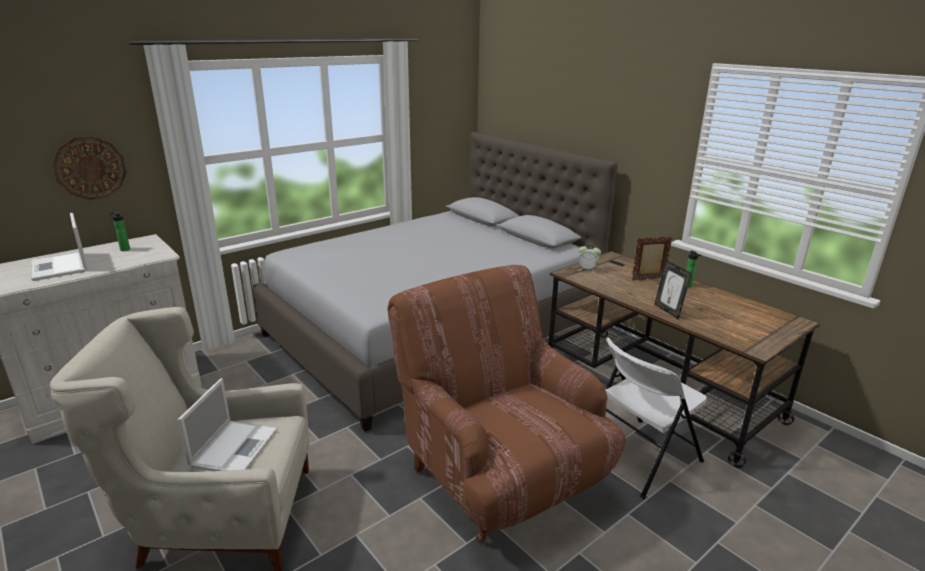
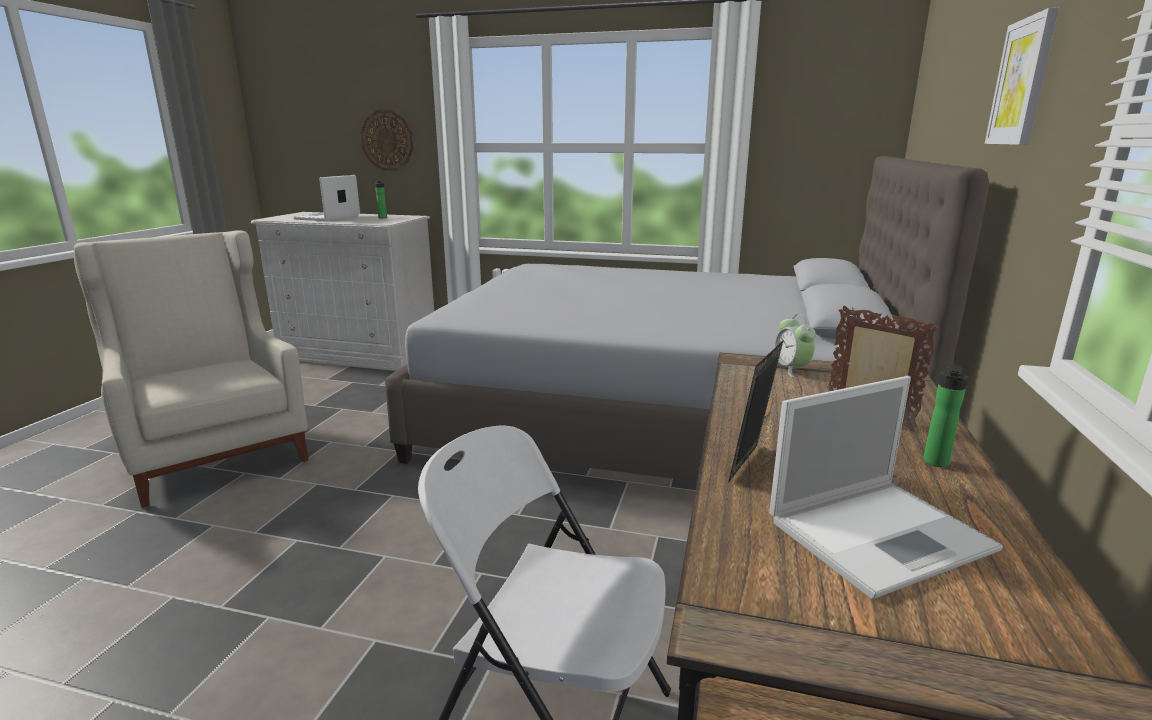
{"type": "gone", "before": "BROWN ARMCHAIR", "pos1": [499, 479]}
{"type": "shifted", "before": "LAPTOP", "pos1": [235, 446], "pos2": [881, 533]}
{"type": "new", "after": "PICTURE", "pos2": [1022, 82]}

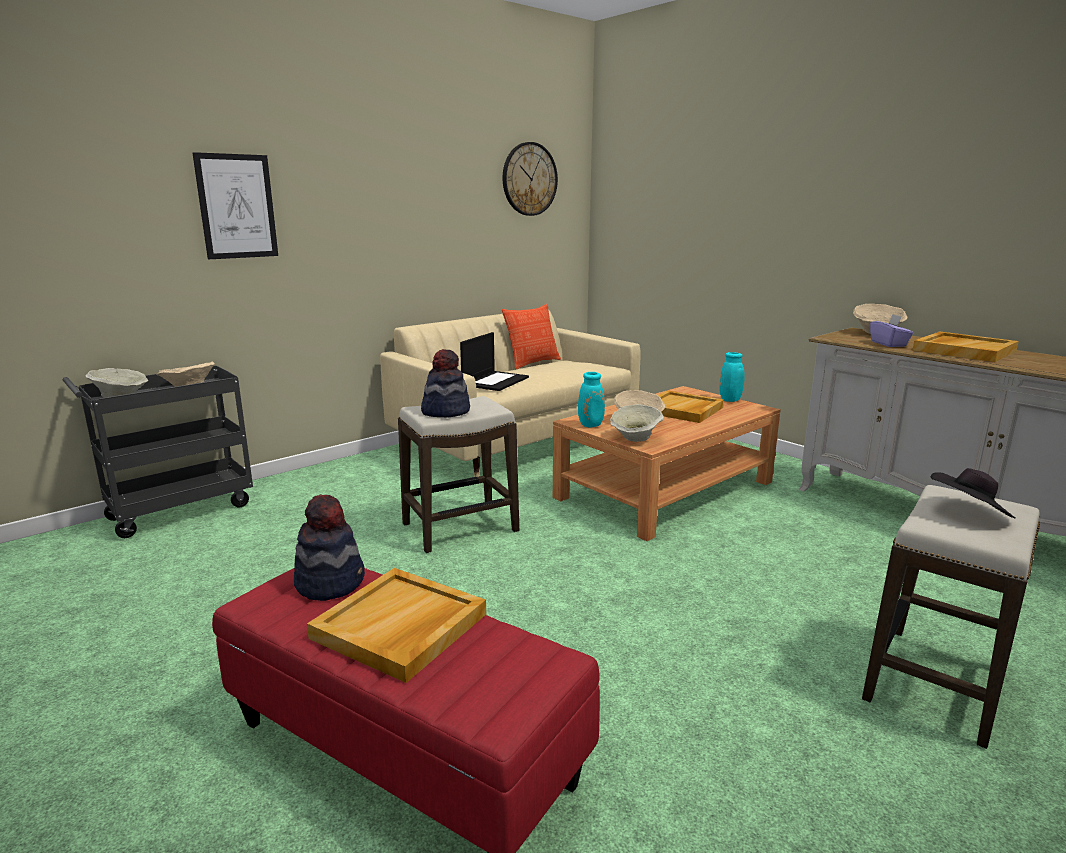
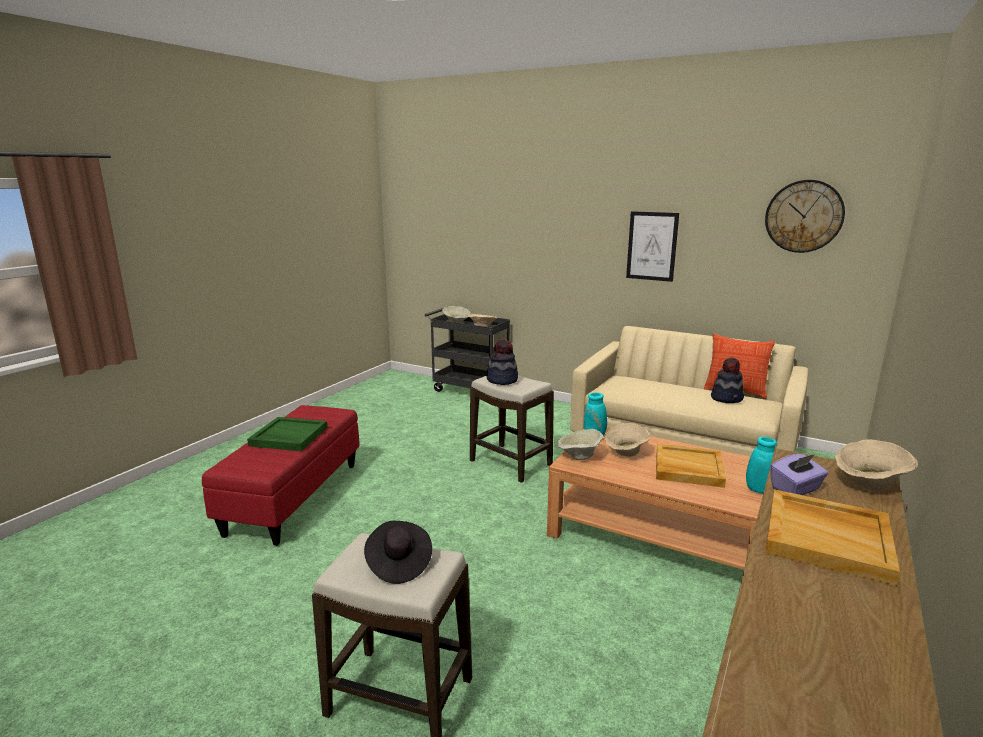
{"type": "shifted", "before": "PICTURE", "pos1": [237, 206], "pos2": [652, 246]}
{"type": "gone", "before": "LAPTOP", "pos1": [495, 381]}
{"type": "shifted", "before": "HAT", "pos1": [330, 582], "pos2": [727, 398]}
{"type": "repainted", "before": "BEIGE TRAY", "after": "GREEN TRAY", "pos1": [400, 627], "pos2": [288, 437]}

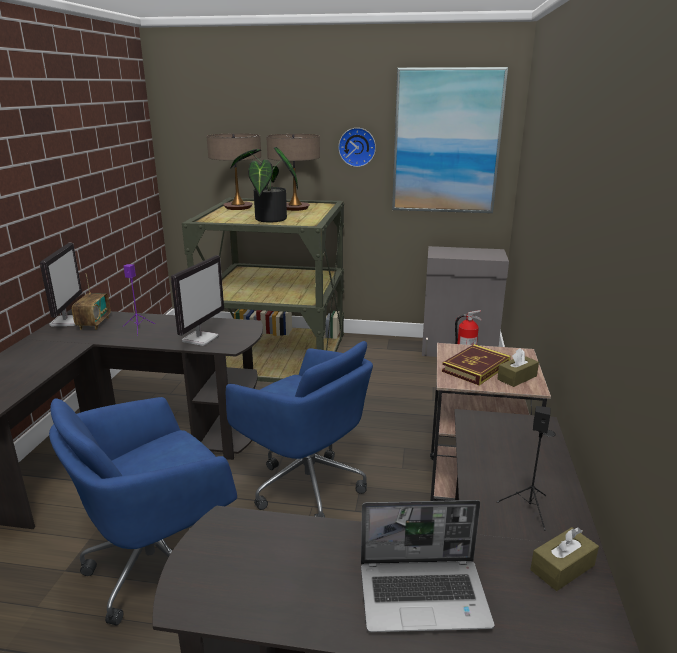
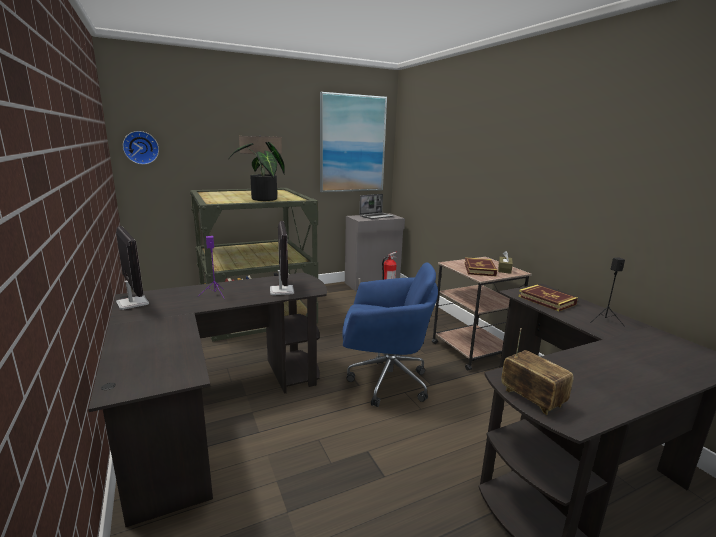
{"type": "shifted", "before": "WALL CLOCK", "pos1": [357, 147], "pos2": [141, 147]}
{"type": "gone", "before": "TABLE LAMP", "pos1": [238, 207]}
{"type": "shifted", "before": "RADIO", "pos1": [94, 323], "pos2": [532, 399]}
{"type": "gone", "before": "BLUE OFFICE CHAIR", "pos1": [160, 566]}
{"type": "shifted", "before": "LAPTOP", "pos1": [424, 595], "pos2": [376, 216]}
{"type": "gone", "before": "BROWN TISSUE BOX", "pos1": [562, 568]}
{"type": "new", "after": "BOOK", "pos2": [546, 300]}

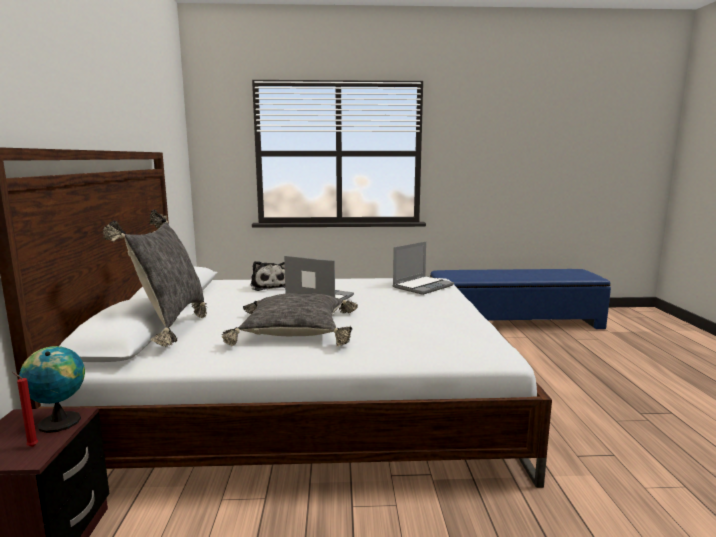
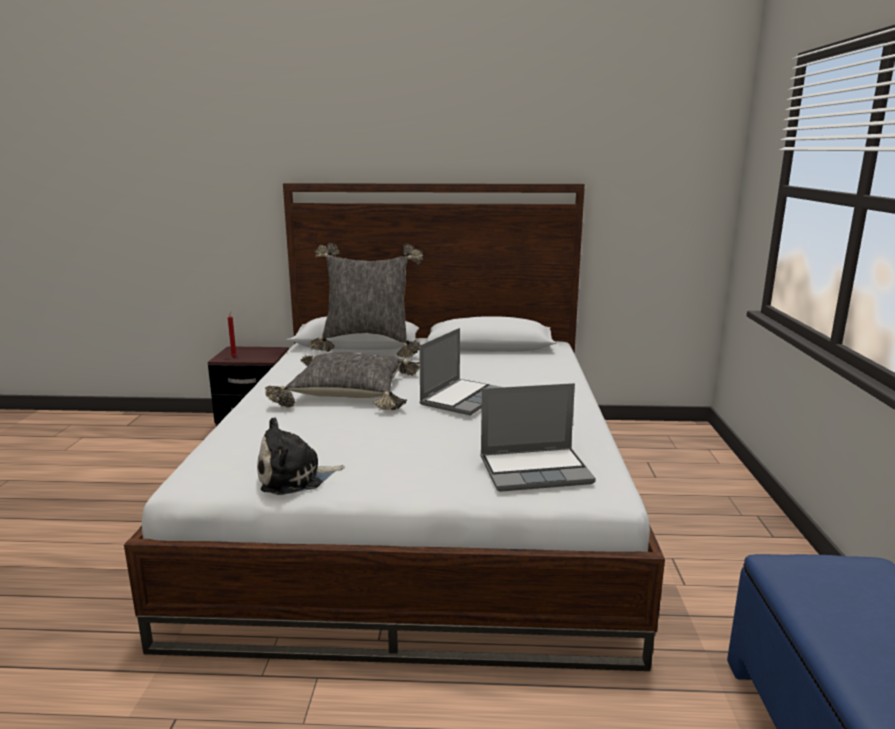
{"type": "rotated", "before": "LAPTOP", "pos1": [423, 286], "pos2": [536, 470], "turn": -60}
{"type": "shifted", "before": "PLUSH TOY", "pos1": [268, 286], "pos2": [295, 478]}
{"type": "gone", "before": "GLOBE", "pos1": [59, 421]}

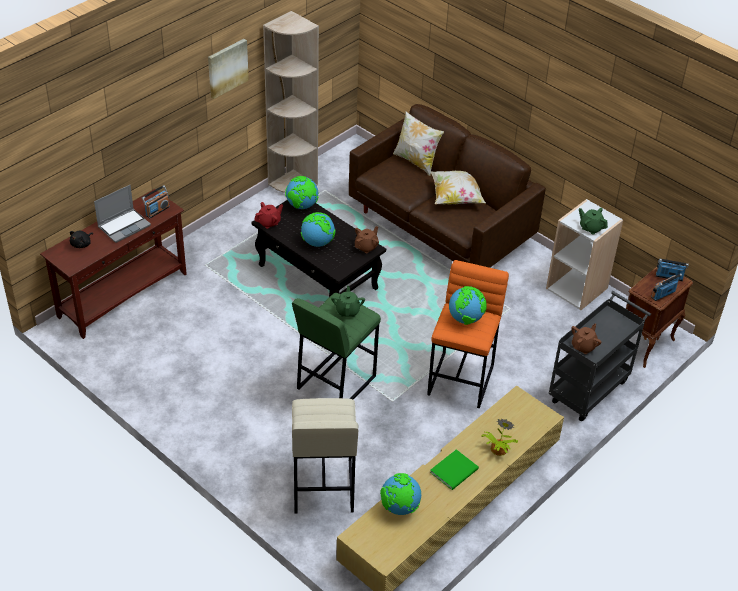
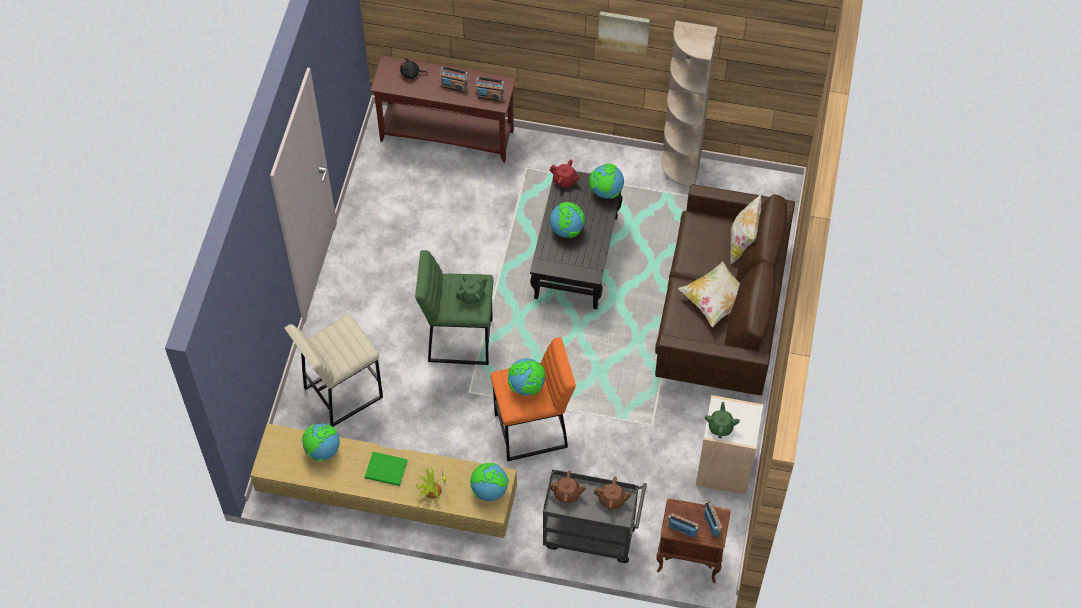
{"type": "swapped", "before": "LAPTOP", "after": "RADIO", "pos1": [124, 226], "pos2": [454, 86]}
{"type": "shifted", "before": "BROWN TEAPOT", "pos1": [366, 247], "pos2": [612, 500]}
{"type": "new", "after": "GLOBE", "pos2": [489, 490]}

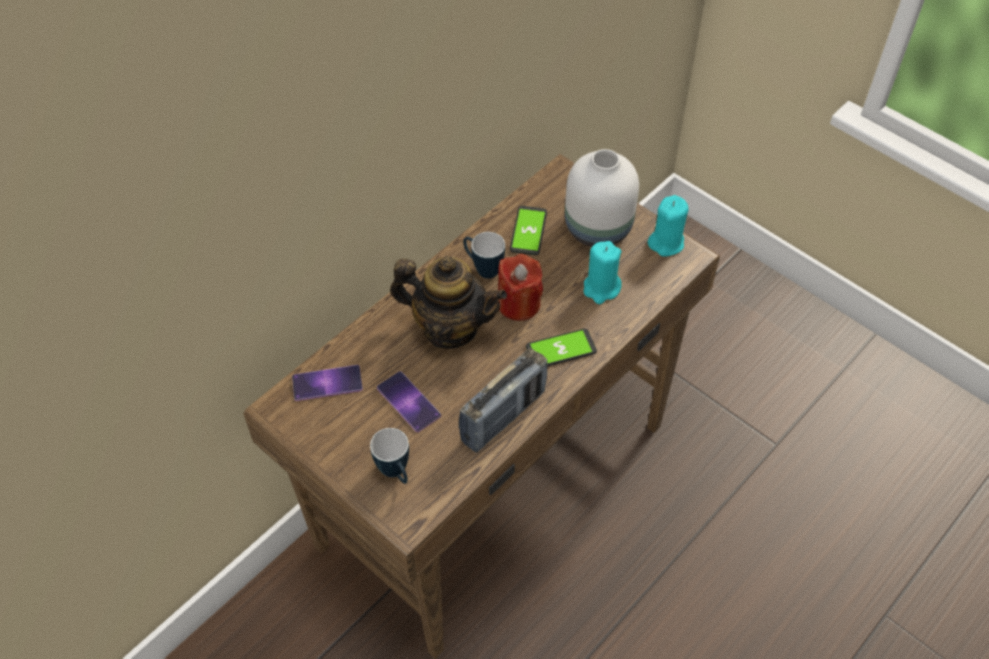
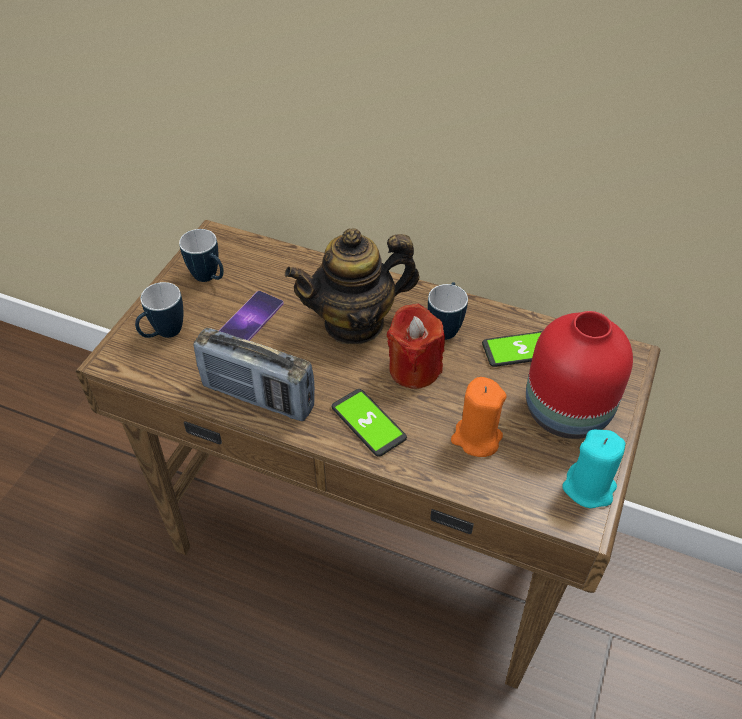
{"type": "repainted", "before": "WHITE VASE", "after": "RED VASE", "pos1": [597, 227], "pos2": [568, 410]}
{"type": "repainted", "before": "TURQUOISE CANDLE", "after": "ORANGE CANDLE", "pos1": [601, 288], "pos2": [476, 438]}
{"type": "rotated", "before": "TEAPOT", "pos1": [450, 327], "pos2": [355, 323], "turn": 75}
{"type": "gone", "before": "PHONE", "pos1": [327, 383]}
{"type": "new", "after": "MUG", "pos2": [209, 278]}

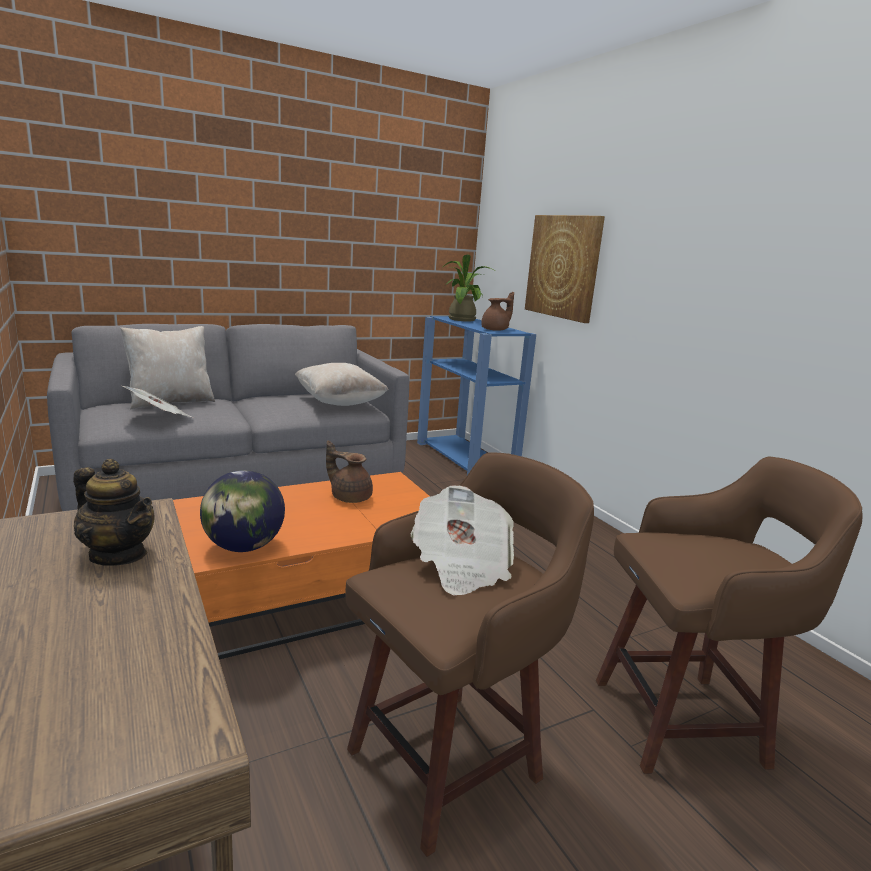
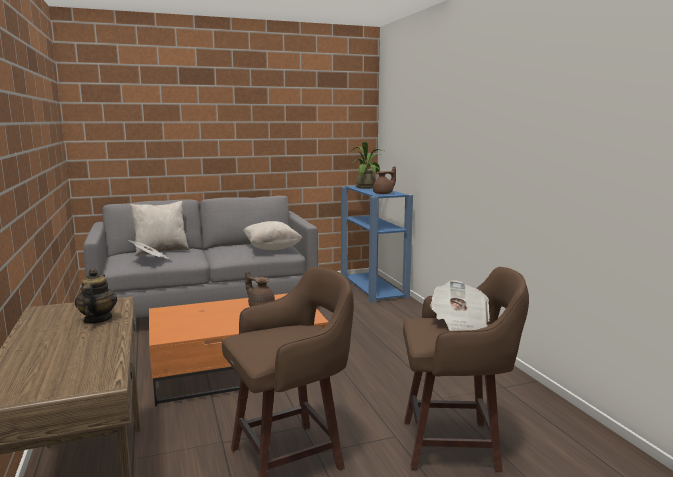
{"type": "gone", "before": "PICTURE", "pos1": [563, 267]}
{"type": "rotated", "before": "TEAPOT", "pos1": [118, 554], "pos2": [97, 319], "turn": -135}
{"type": "gone", "before": "GLOBE", "pos1": [244, 547]}
{"type": "shifted", "before": "NEWSPAPER", "pos1": [461, 565], "pos2": [459, 323]}

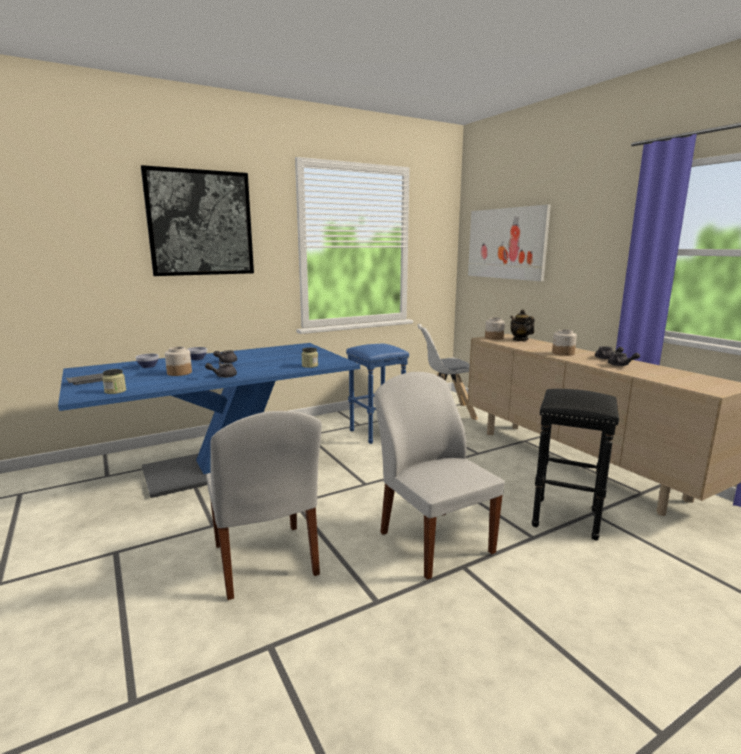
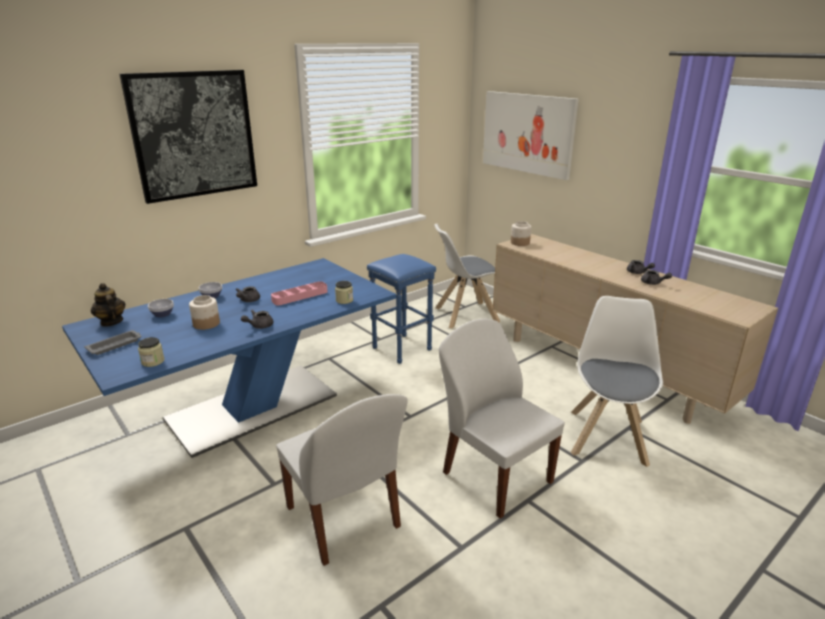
{"type": "shifted", "before": "TEAPOT", "pos1": [520, 339], "pos2": [111, 322]}
{"type": "gone", "before": "JAR", "pos1": [563, 353]}
{"type": "swapped", "before": "BLACK STOOL", "after": "CHAIR", "pos1": [567, 517], "pos2": [607, 435]}
{"type": "new", "after": "PINK TRAY", "pos2": [300, 296]}

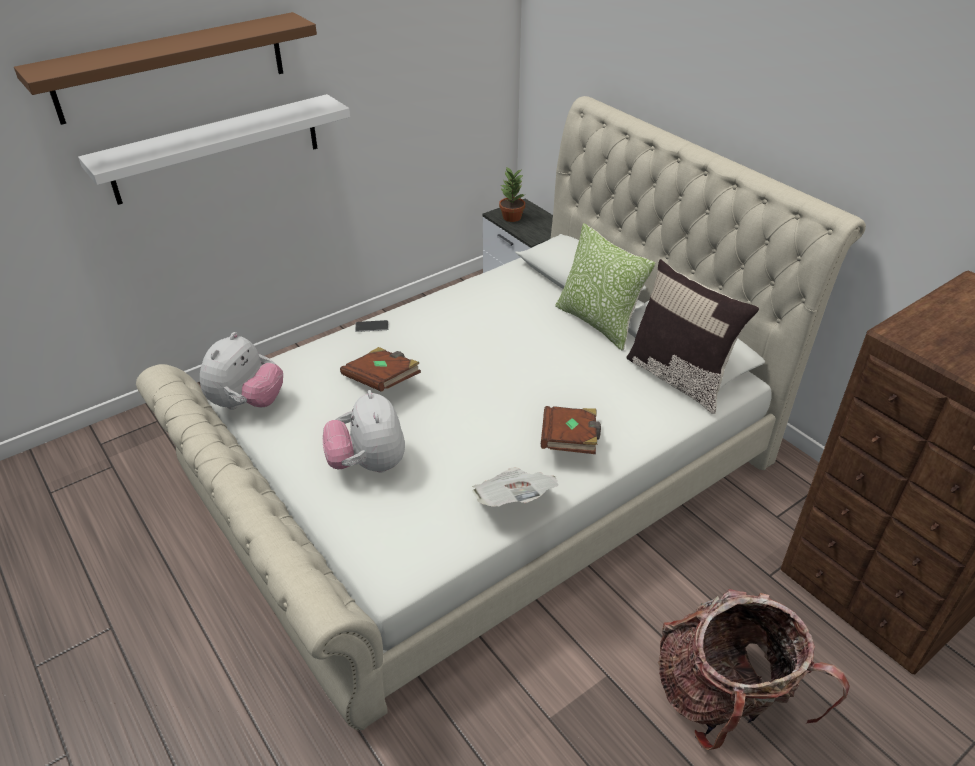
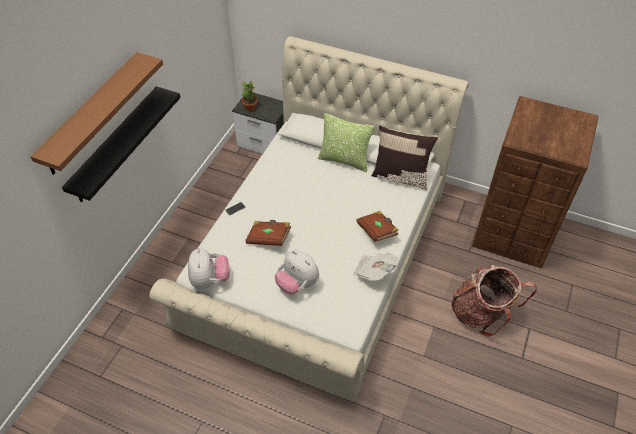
{"type": "repainted", "before": "WHITE SHELF", "after": "BLACK SHELF", "pos1": [217, 149], "pos2": [116, 145]}

